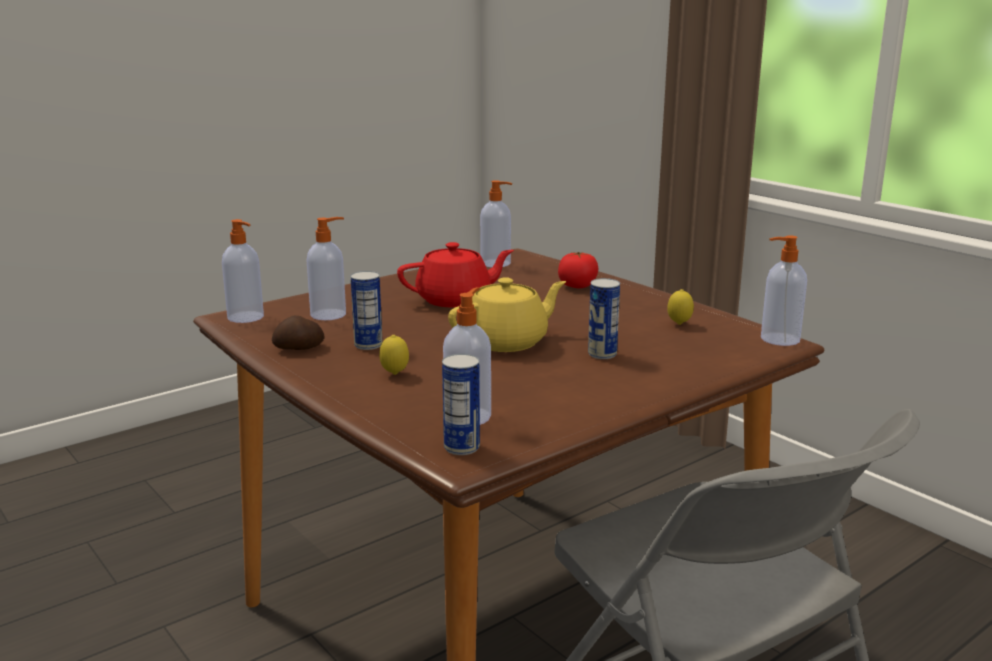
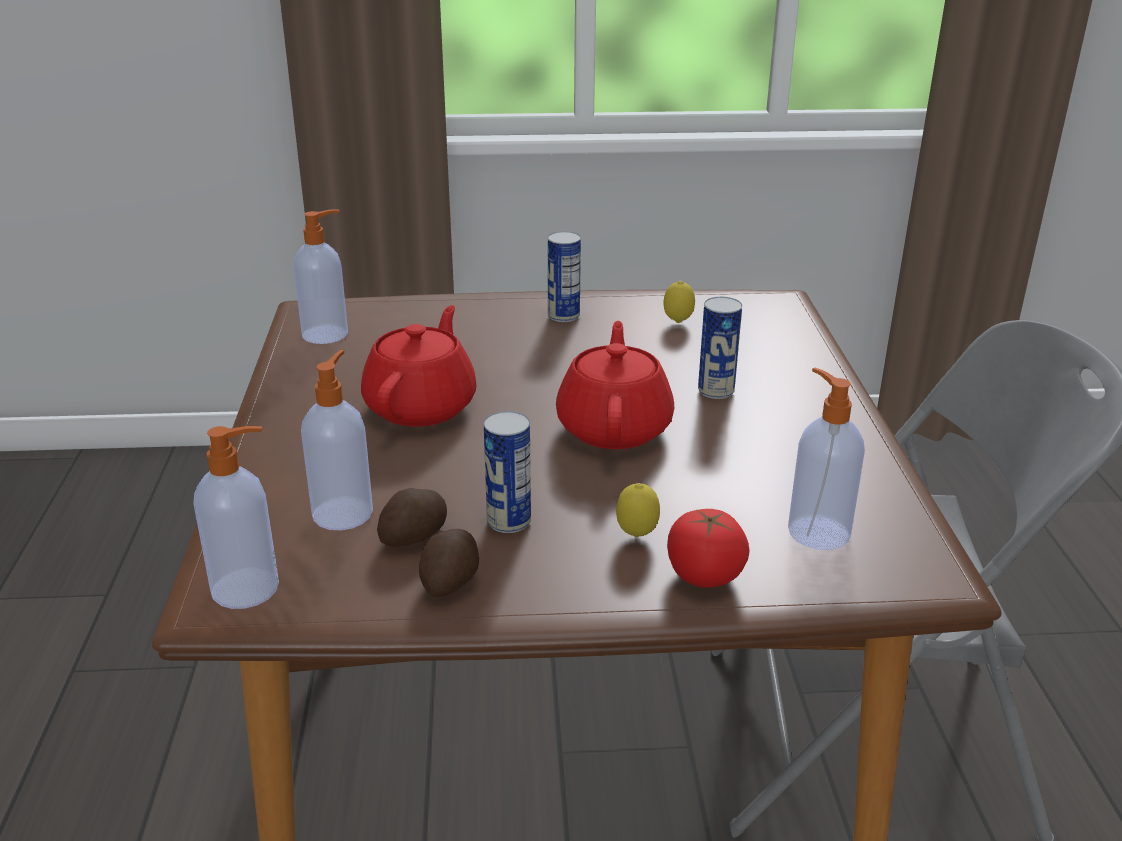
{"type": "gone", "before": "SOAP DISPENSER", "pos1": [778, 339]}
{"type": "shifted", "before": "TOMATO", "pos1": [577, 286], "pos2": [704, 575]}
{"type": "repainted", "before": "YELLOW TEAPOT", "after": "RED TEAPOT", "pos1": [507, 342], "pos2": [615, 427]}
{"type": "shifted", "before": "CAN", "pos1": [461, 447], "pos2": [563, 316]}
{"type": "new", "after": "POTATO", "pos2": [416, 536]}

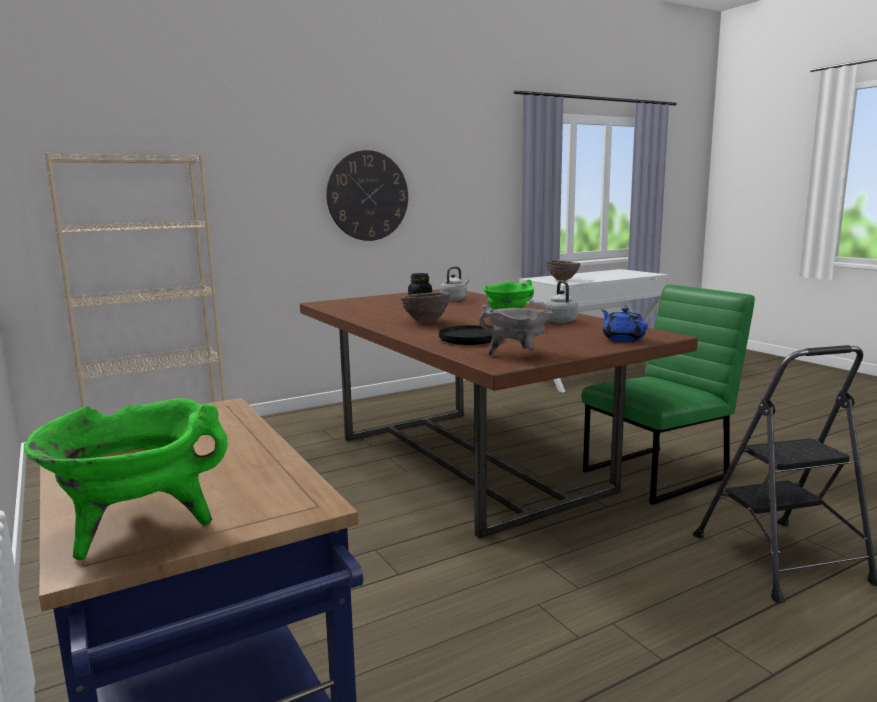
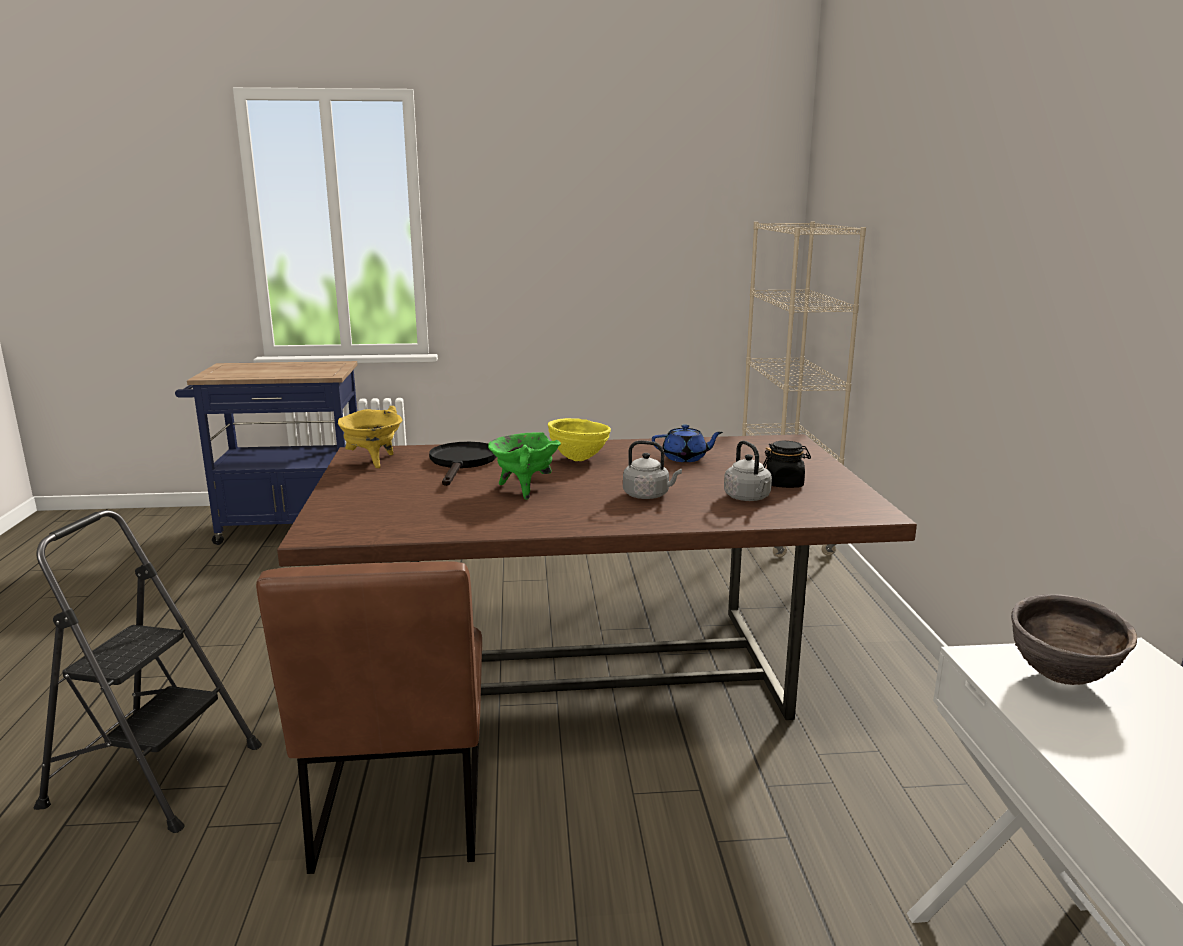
{"type": "gone", "before": "WALL CLOCK", "pos1": [367, 196]}
{"type": "shifted", "before": "GREY KETTLE", "pos1": [560, 321], "pos2": [648, 495]}
{"type": "repainted", "before": "GREEN CHAIR", "after": "BROWN CHAIR", "pos1": [659, 473], "pos2": [399, 807]}
{"type": "repainted", "before": "BROWN BOWL", "after": "YELLOW BOWL", "pos1": [426, 322], "pos2": [579, 459]}
{"type": "repainted", "before": "GREY COOKING POT", "after": "YELLOW COOKING POT", "pos1": [517, 355], "pos2": [373, 461]}
{"type": "shifted", "before": "BLUE TEAPOT", "pos1": [623, 339], "pos2": [685, 458]}
{"type": "gone", "before": "GREEN COOKING POT", "pos1": [137, 529]}

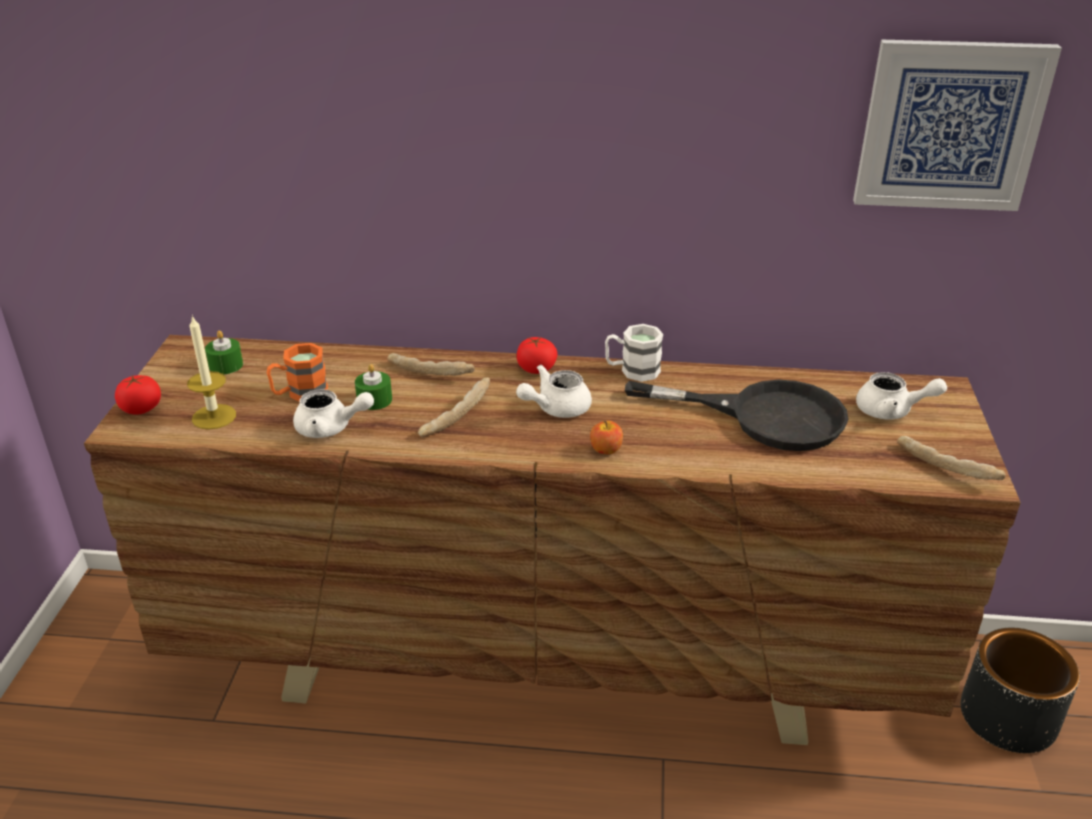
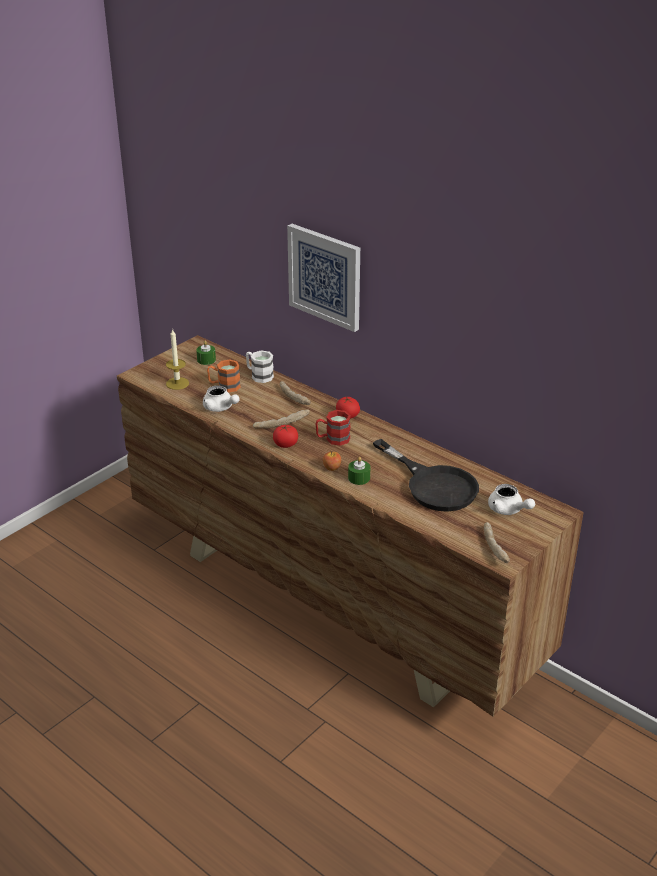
{"type": "shifted", "before": "PICTURE", "pos1": [950, 125], "pos2": [325, 276]}
{"type": "shifted", "before": "WHITE MUG", "pos1": [632, 370], "pos2": [259, 375]}
{"type": "shifted", "before": "GREEN CANDLE", "pos1": [374, 400], "pos2": [359, 478]}
{"type": "swapped", "before": "WHITE TEAPOT", "after": "RED MUG", "pos1": [555, 408], "pos2": [333, 439]}
{"type": "shifted", "before": "TOMATO", "pos1": [141, 409], "pos2": [285, 444]}
{"type": "gone", "before": "BLACK PLANTER", "pos1": [1008, 719]}

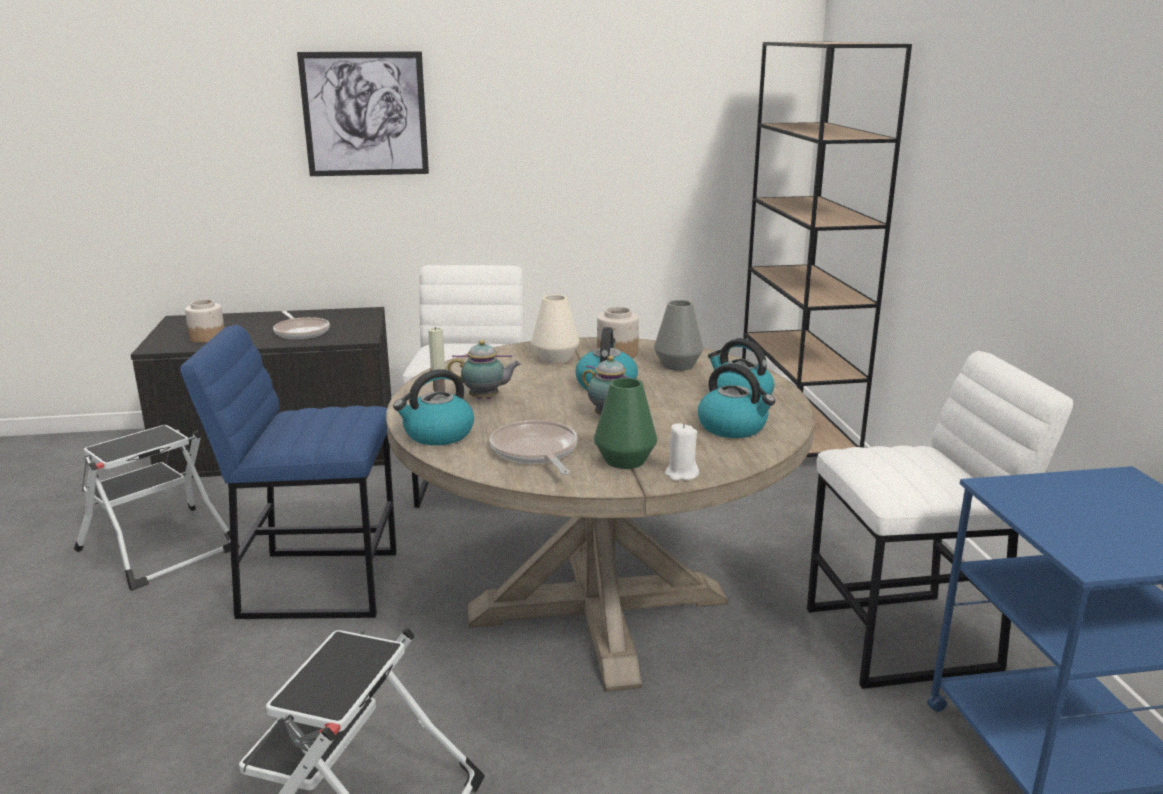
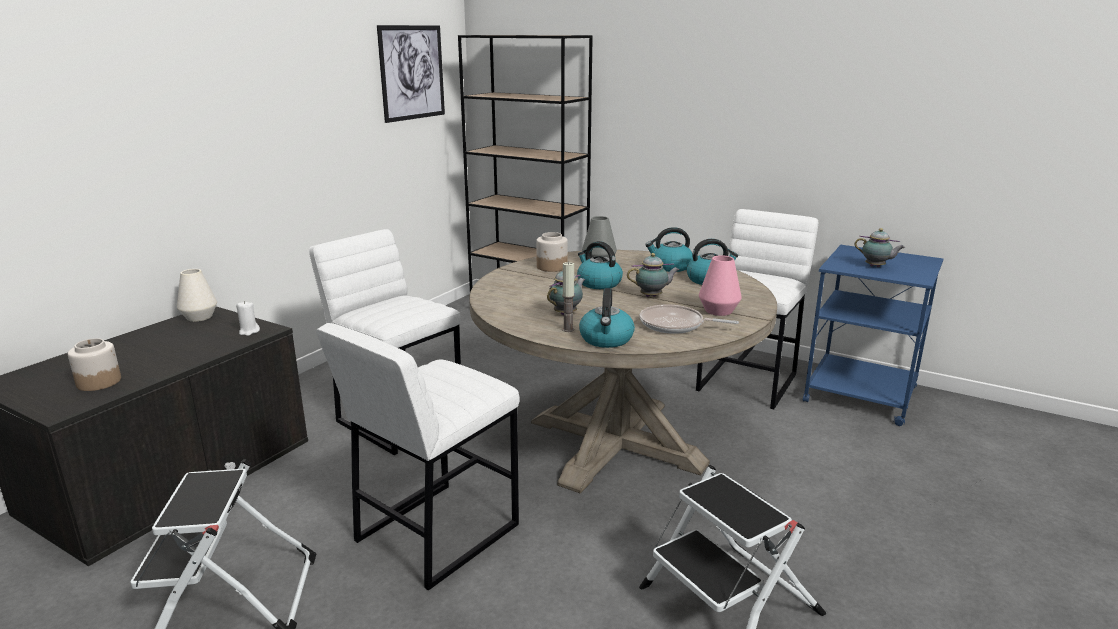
{"type": "shifted", "before": "PICTURE", "pos1": [365, 114], "pos2": [412, 72]}
{"type": "shifted", "before": "WHITE VASE", "pos1": [555, 358], "pos2": [199, 317]}
{"type": "gone", "before": "FRYING PAN", "pos1": [301, 332]}
{"type": "repainted", "before": "BLUE CHAIR", "after": "WHITE CHAIR", "pos1": [315, 584], "pos2": [434, 534]}
{"type": "repainted", "before": "GREEN VASE", "after": "PINK VASE", "pos1": [624, 460], "pos2": [718, 311]}
{"type": "shifted", "before": "WHITE CANDLE", "pos1": [681, 474], "pos2": [249, 331]}
{"type": "new", "after": "TEAPOT", "pos2": [876, 267]}

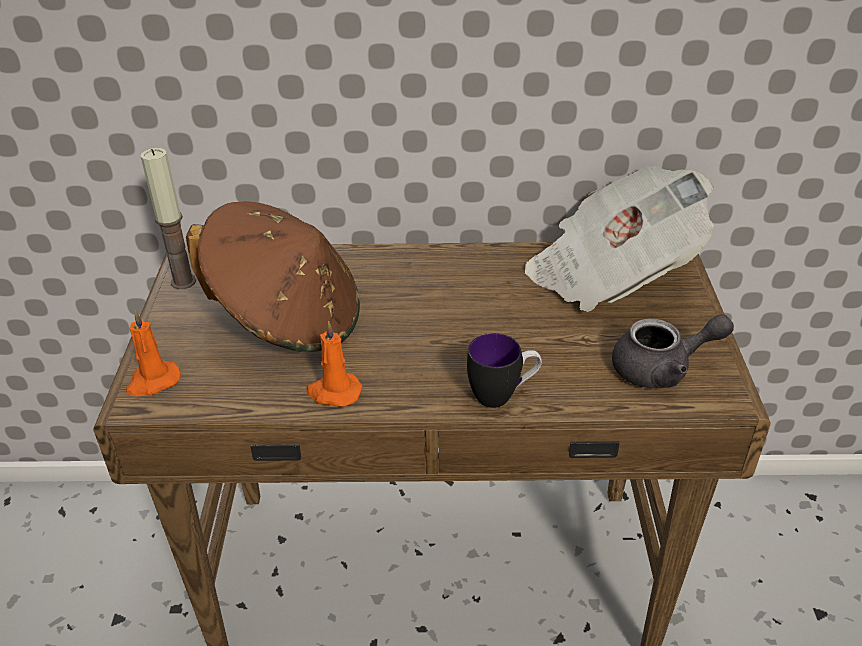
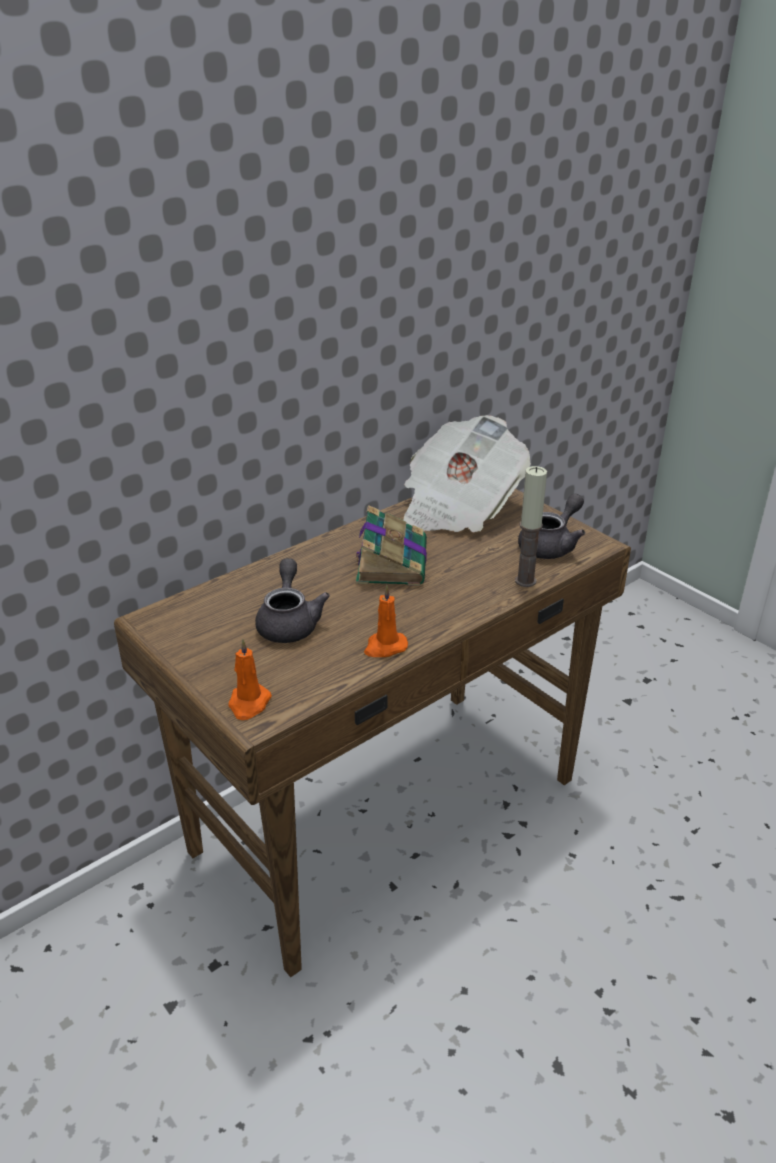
{"type": "shifted", "before": "CANDLE", "pos1": [183, 282], "pos2": [525, 581]}
{"type": "swapped", "before": "BROWN HAT", "after": "GREY TEAPOT", "pos1": [287, 319], "pos2": [289, 622]}
{"type": "gone", "before": "MUG", "pos1": [502, 395]}
{"type": "new", "after": "BOOK", "pos2": [392, 561]}

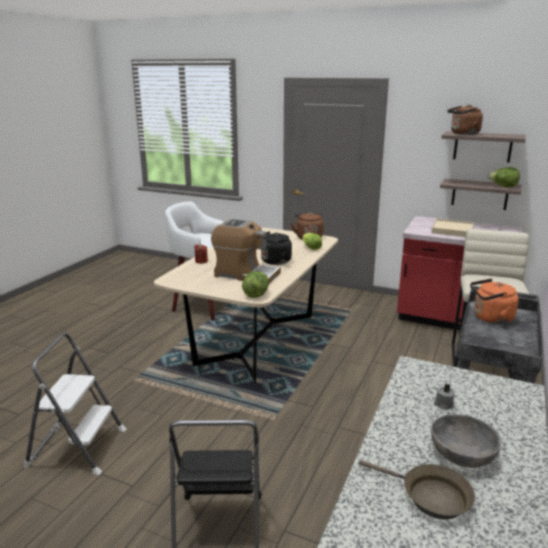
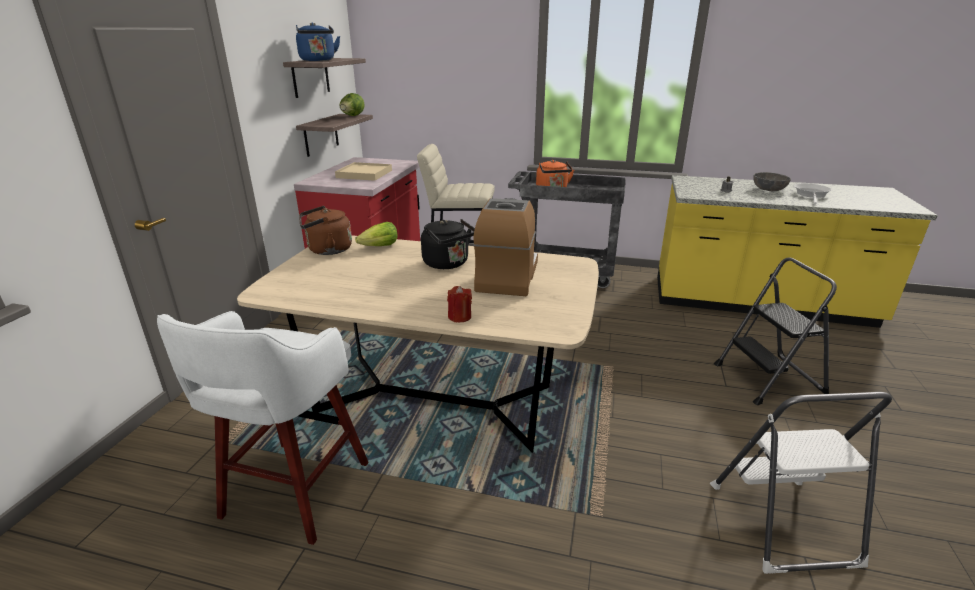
{"type": "repainted", "before": "BROWN KETTLE", "after": "BLUE KETTLE", "pos1": [463, 134], "pos2": [318, 61]}
{"type": "gone", "before": "LETTUCE", "pos1": [256, 294]}
{"type": "repainted", "before": "BROWN FRYING PAN", "after": "WHITE FRYING PAN", "pos1": [430, 496], "pos2": [811, 195]}

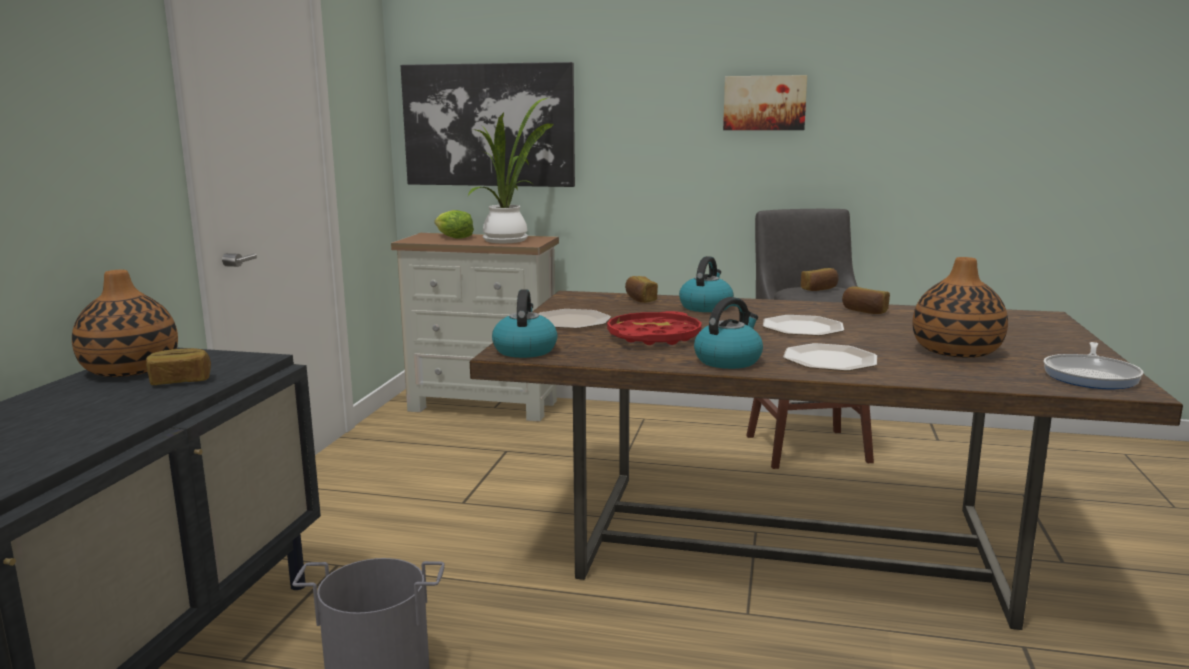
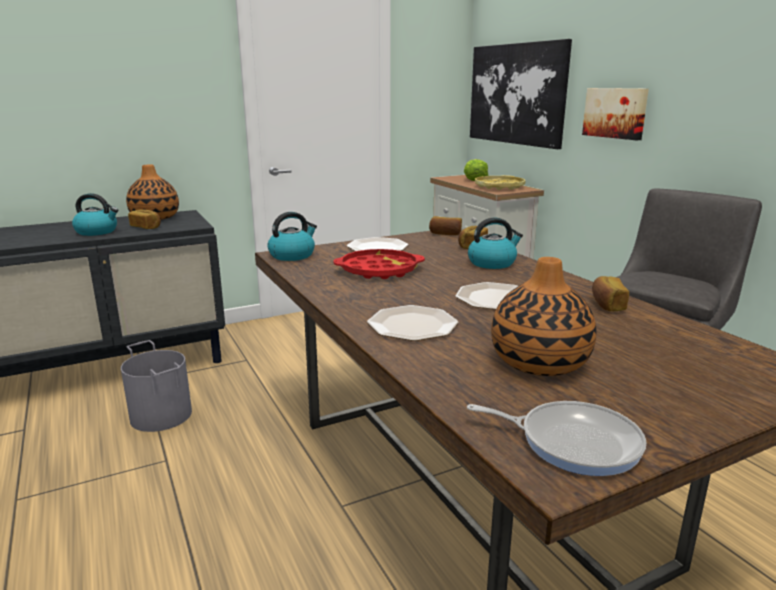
{"type": "shifted", "before": "PICTURE", "pos1": [764, 103], "pos2": [615, 113]}
{"type": "swapped", "before": "POTTED PLANT", "after": "YELLOW TRAY", "pos1": [509, 240], "pos2": [499, 187]}
{"type": "shifted", "before": "BREAD", "pos1": [819, 289], "pos2": [445, 234]}
{"type": "shifted", "before": "KETTLE", "pos1": [728, 360], "pos2": [97, 232]}
{"type": "rotated", "before": "FRYING PAN", "pos1": [1091, 376], "pos2": [572, 442], "turn": -150}

